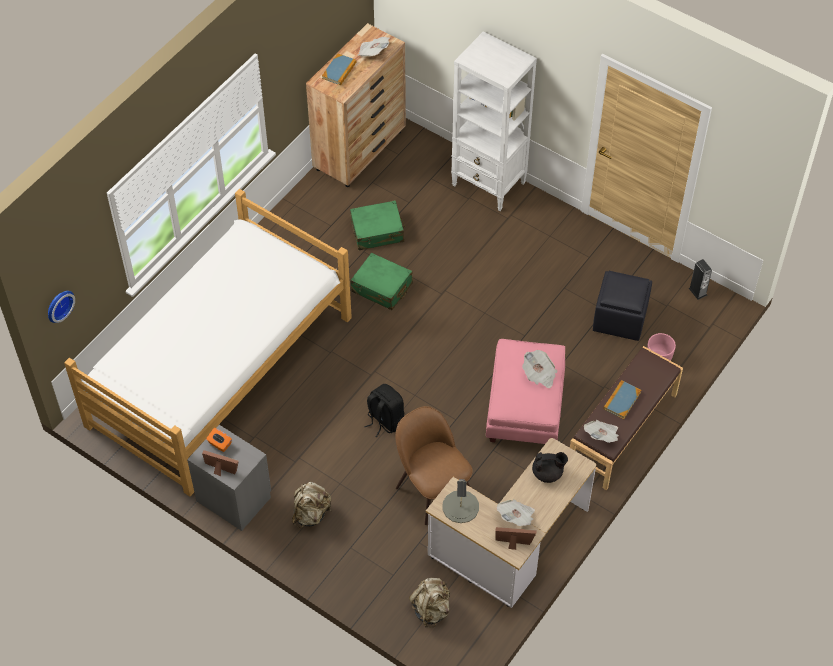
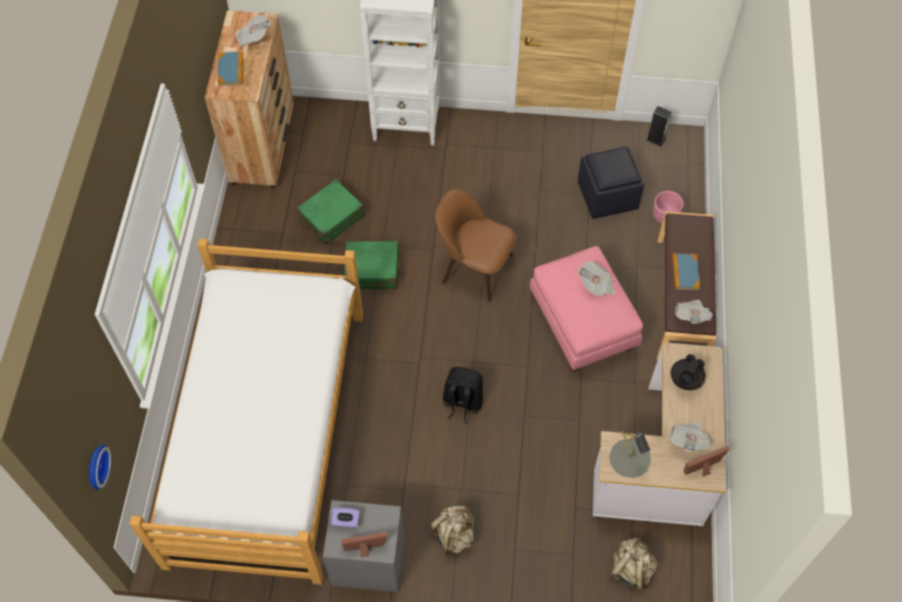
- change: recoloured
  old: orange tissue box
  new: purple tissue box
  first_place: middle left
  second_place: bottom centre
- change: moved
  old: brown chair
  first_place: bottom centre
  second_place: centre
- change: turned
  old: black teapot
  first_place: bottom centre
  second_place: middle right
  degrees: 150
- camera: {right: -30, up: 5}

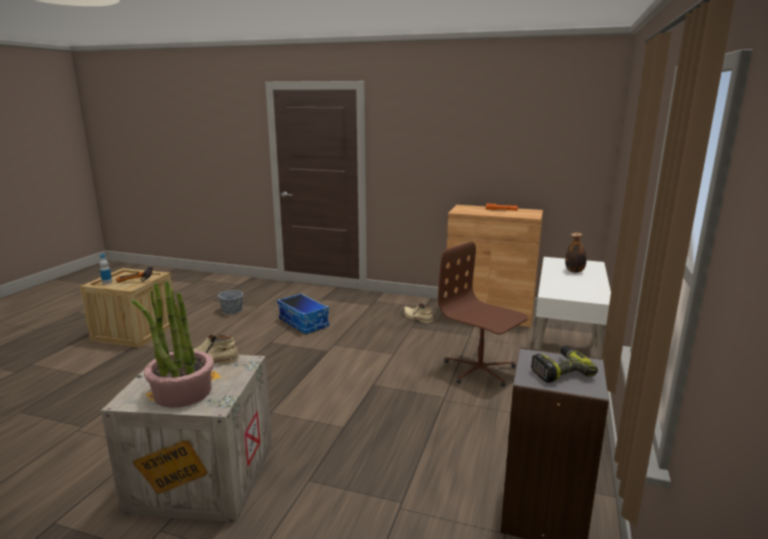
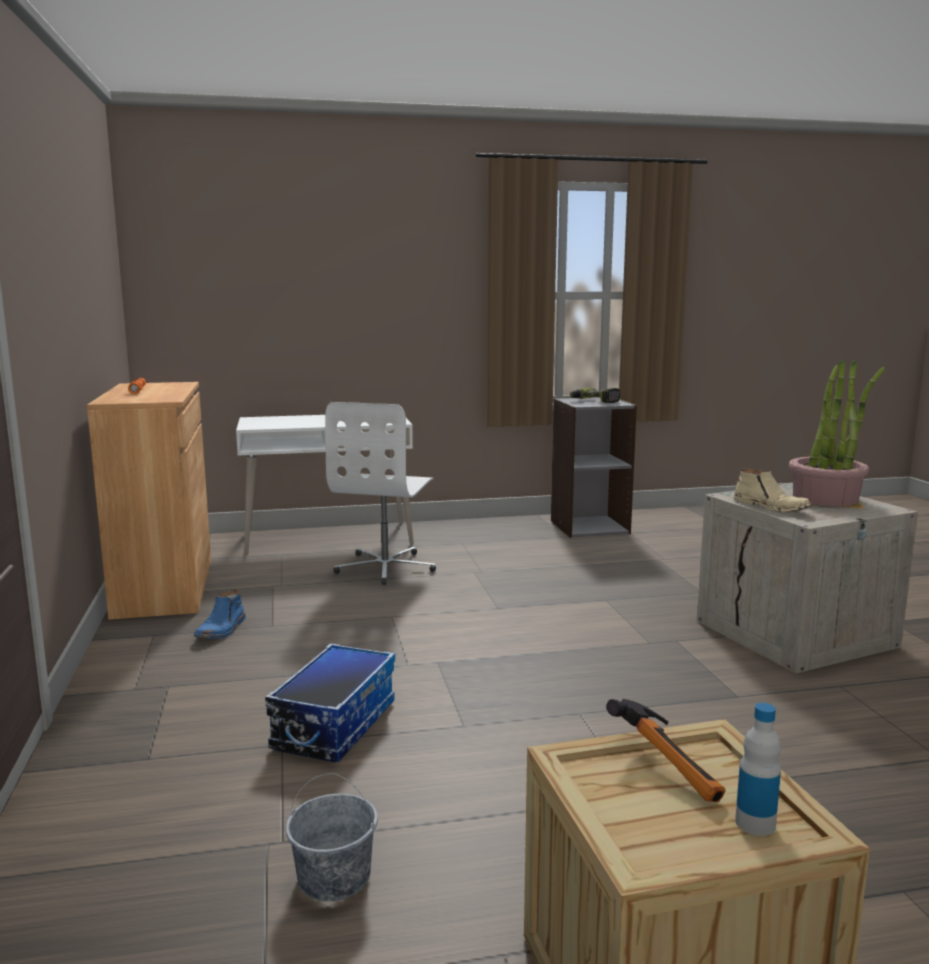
- change: recoloured
  old: beige boot (2nd from left)
  new: blue boot
  first_place: centre
  second_place: middle left
- change: recoloured
  old: brown office chair
  new: white office chair
  first_place: centre
  second_place: centre
- change: removed
  old: bottle (2nd from left)
  first_place: middle right
- camera: {right: -120, up: -5}

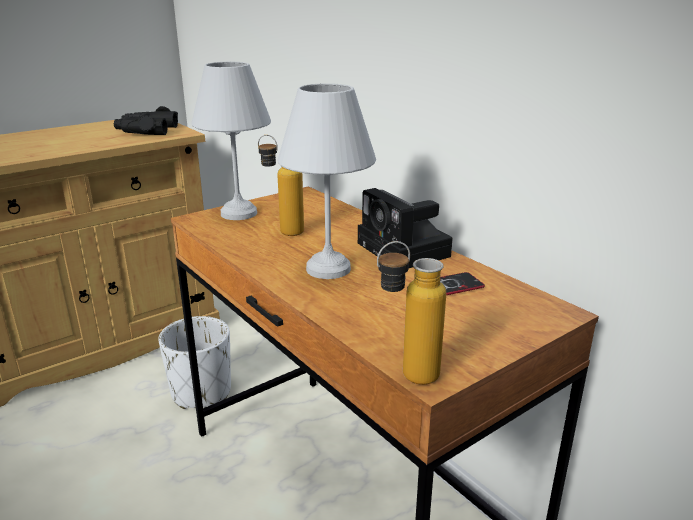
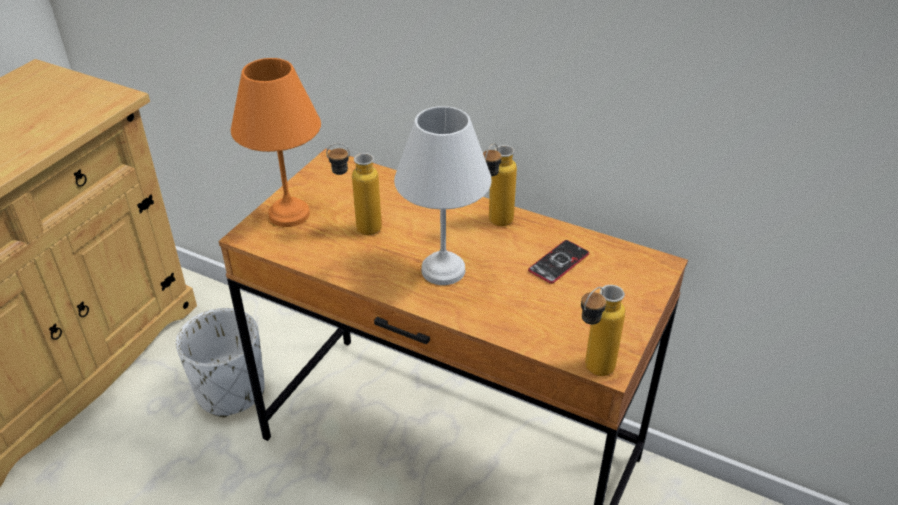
- change: removed
  old: black binoculars
  first_place: top left
- change: recoloured
  old: white table lamp (1st from left)
  new: orange table lamp
  first_place: top centre
  second_place: top left
- change: replaced
  old: photo camera
  new: bottle (2nd from left)
  first_place: centre
  second_place: centre
- camera: {right: -25, up: 15}

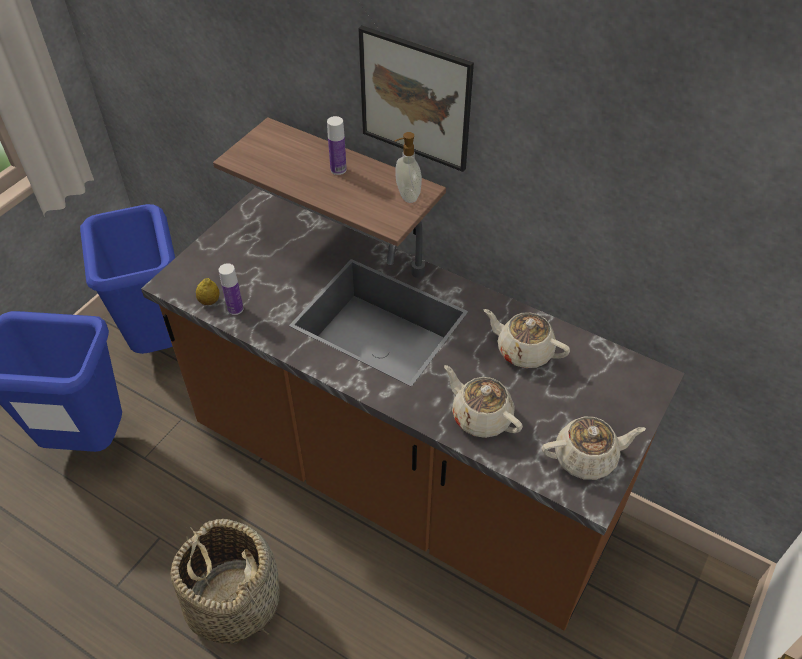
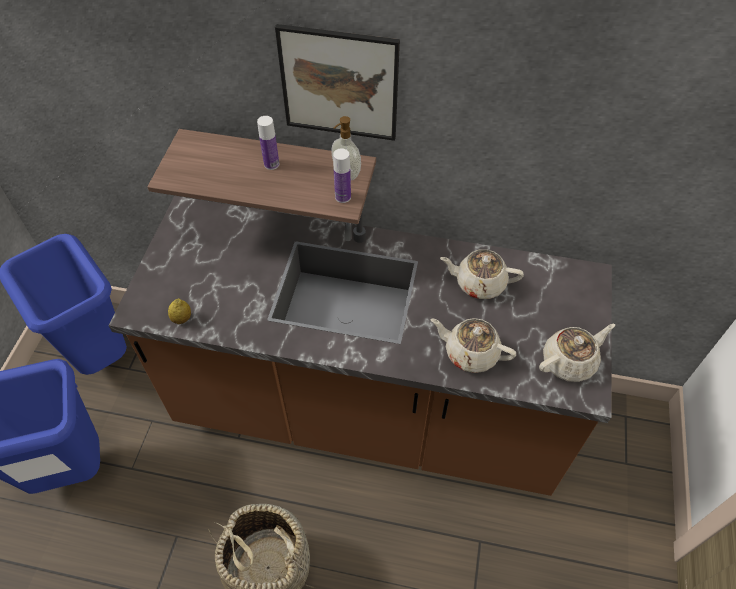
- change: moved
  old: bottle (1st from left in the first image)
  new: bottle (2nd from left)
  first_place: middle left
  second_place: top centre
- camera: {right: -20, up: 5}

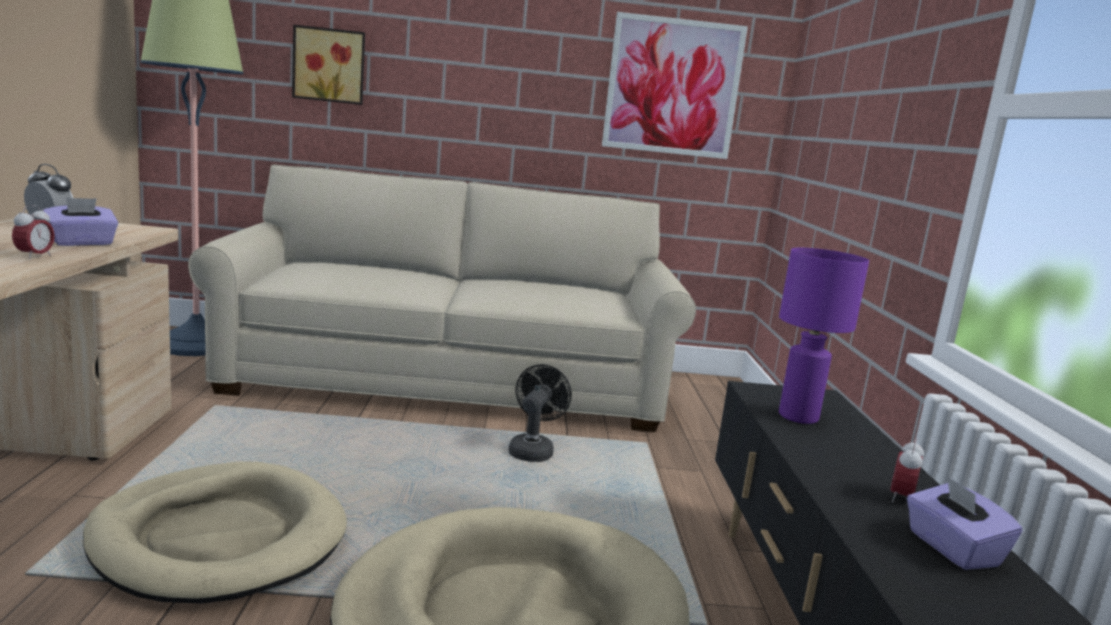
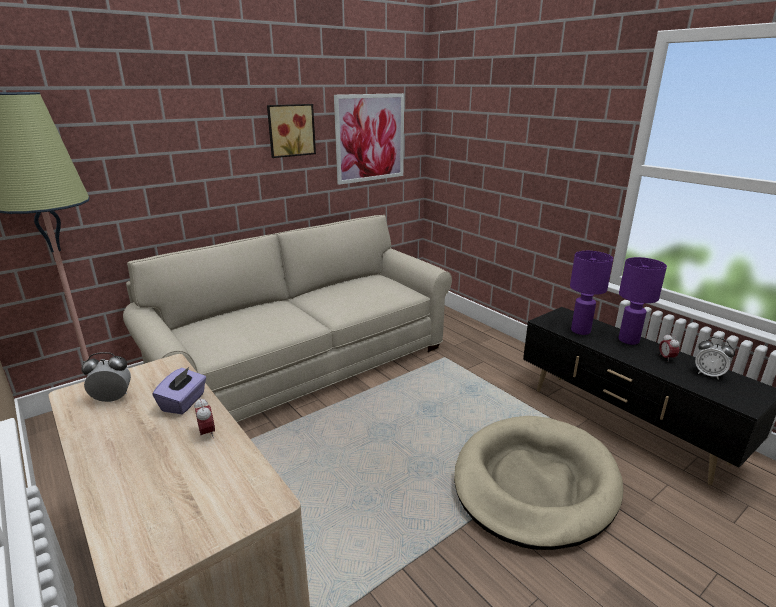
- change: removed
  old: beige dog bed (1st from left)
  first_place: bottom left
- change: moved
  old: picture (1st from left)
  first_place: top left
  second_place: top centre
- change: removed
  old: black fan
  first_place: centre
- change: replaced
  old: purple tissue box (2nd from left)
  new: alarm clock (4th from left)
  first_place: bottom right
  second_place: middle right
- change: added
  new: purple table lamp (2nd from left)
  second_place: middle right
- camera: {right: -35, up: 10}

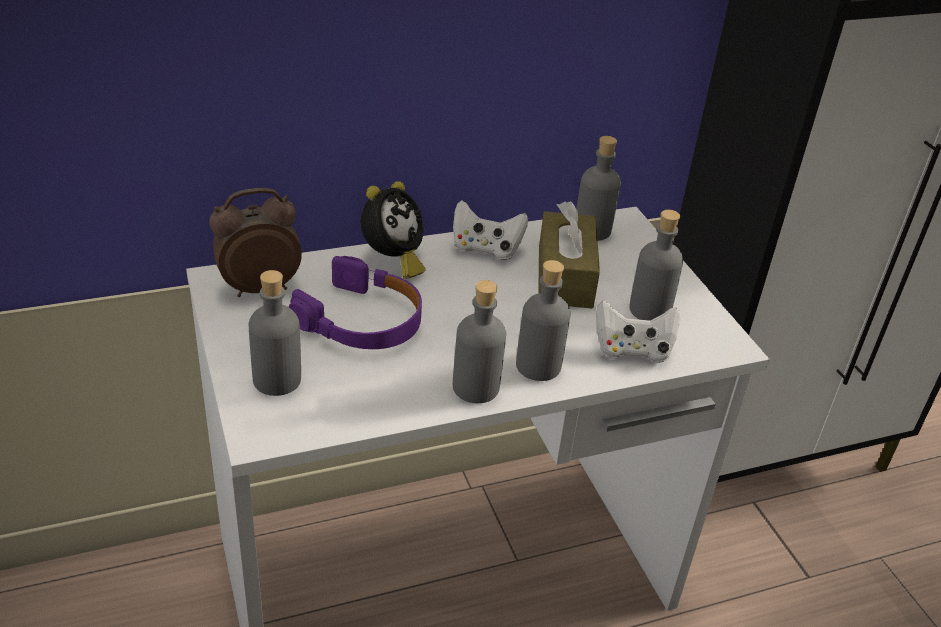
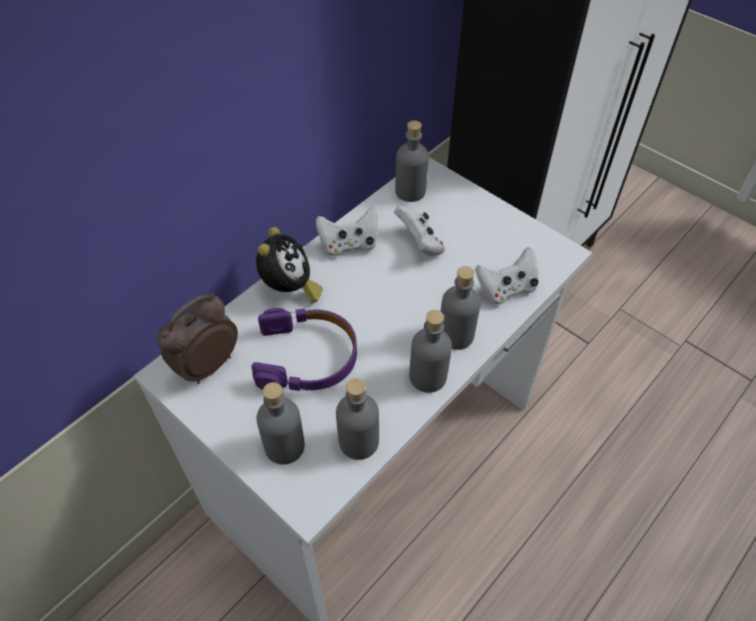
- change: replaced
  old: brown tissue box
  new: white game controller (2nd from left)
  first_place: centre
  second_place: centre
- change: moved
  old: grey bottle (5th from left in the first image)
  new: grey bottle (2nd from left)
  first_place: middle right
  second_place: bottom centre
- camera: {right: -25, up: 15}

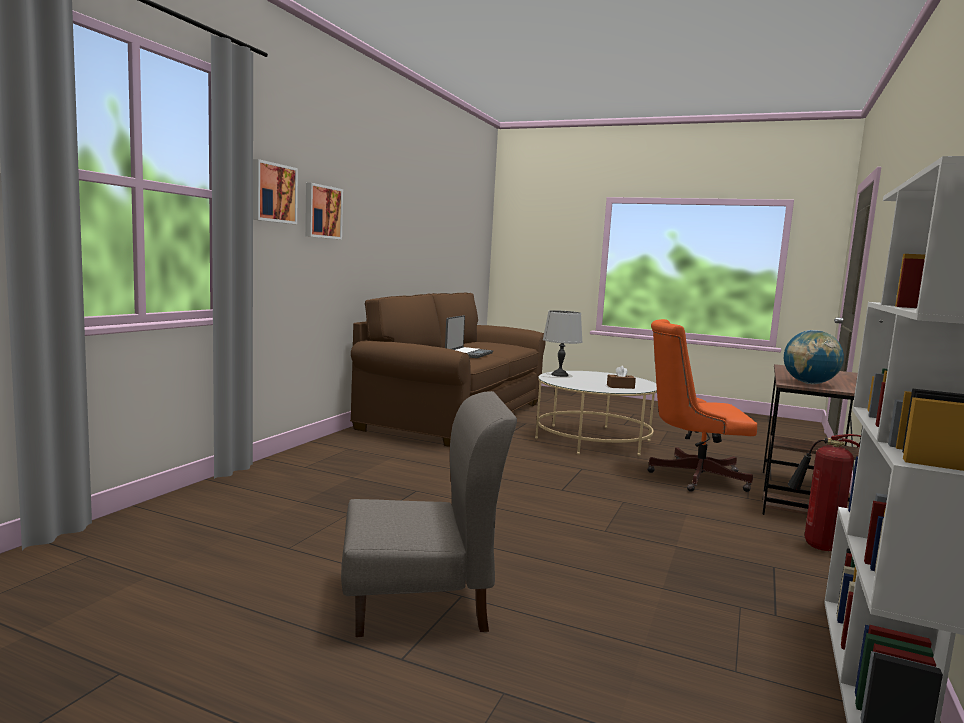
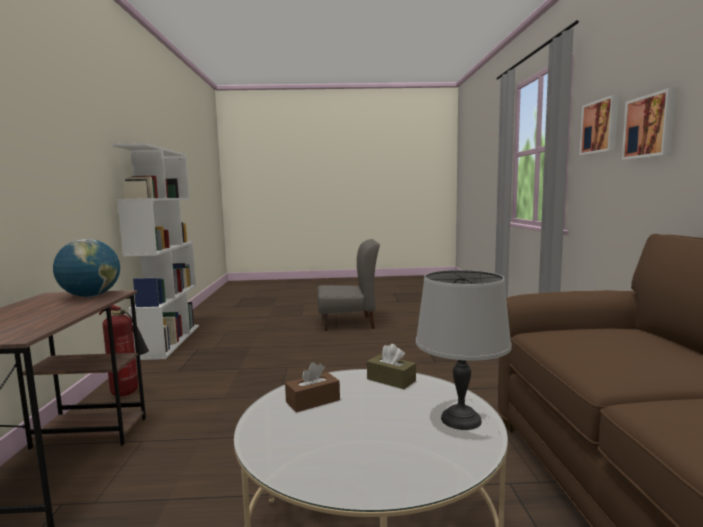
- change: turned
  old: grey chair
  first_place: bottom centre
  second_place: centre
  degrees: -150
- change: removed
  old: laptop
  first_place: centre
- change: removed
  old: orange office chair
  first_place: middle right
- change: added
  new: brown tissue box (2nd from left)
  second_place: bottom centre
- camera: {right: 155, up: 0}

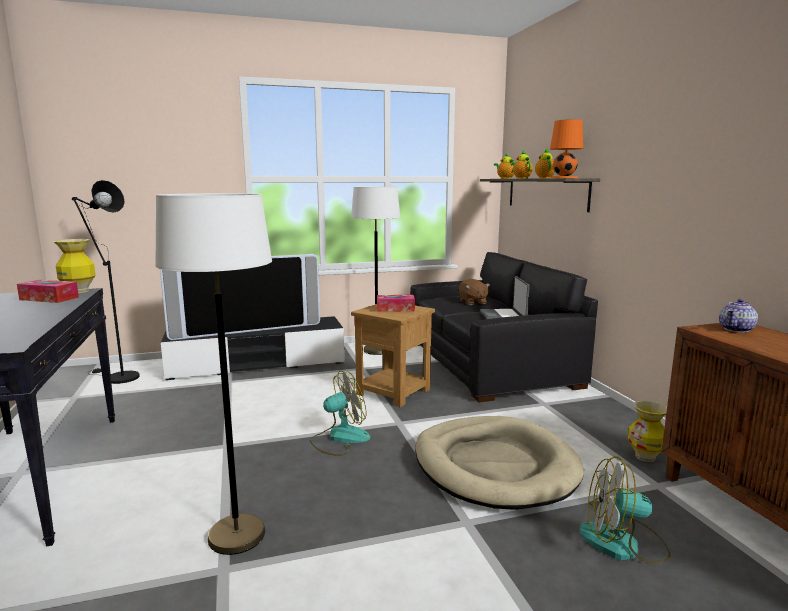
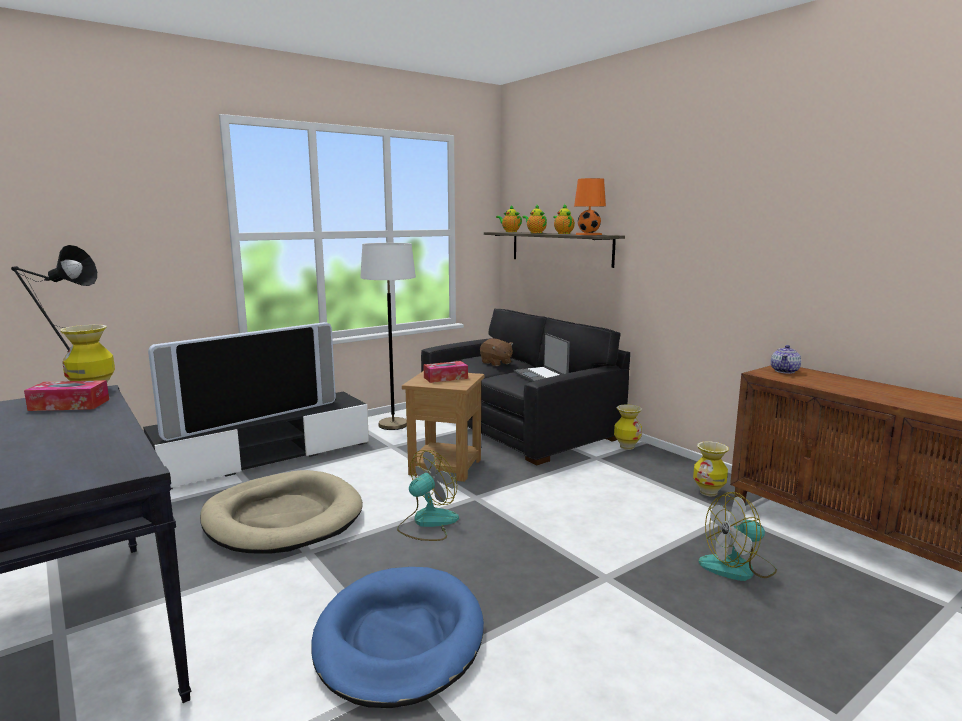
- change: replaced
  old: white floor lamp (1st from left)
  new: blue dog bed
  first_place: middle left
  second_place: bottom centre
- change: moved
  old: beige dog bed
  first_place: bottom centre
  second_place: bottom left
- change: added
  new: vase (2nd from left)
  second_place: centre
- camera: {right: -20, up: 0}

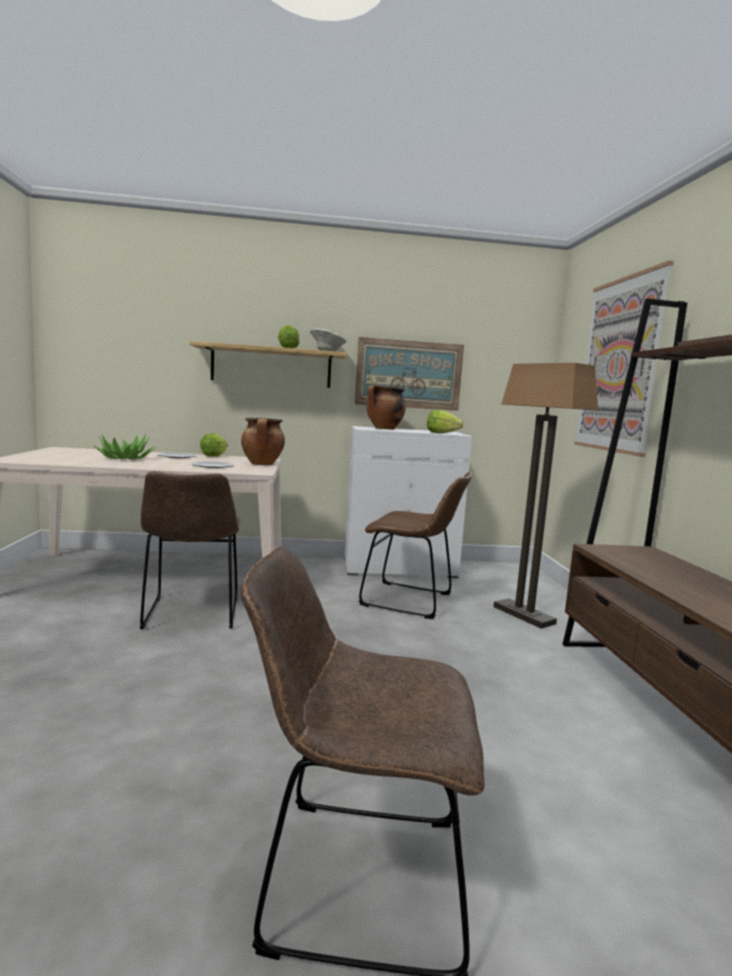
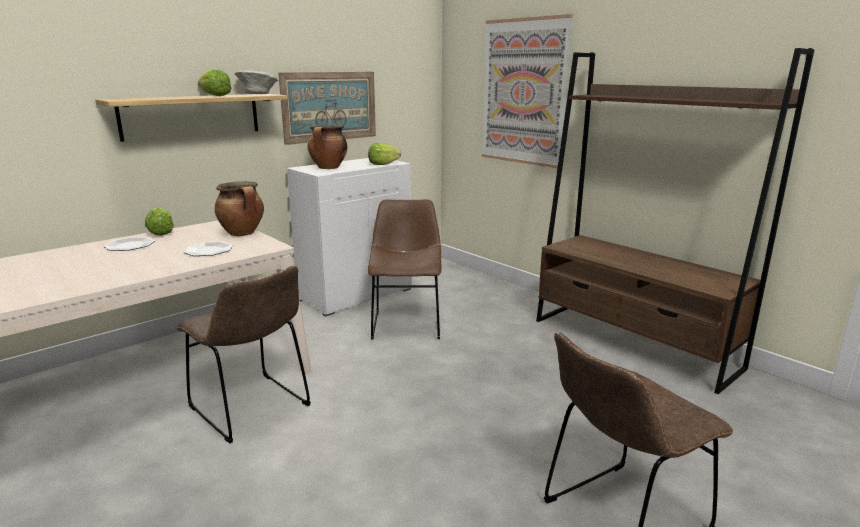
- change: removed
  old: potted plant
  first_place: middle left
- change: turned
  old: brown chair (3rd from left in the first image)
  first_place: centre
  second_place: centre
  degrees: -75
- change: removed
  old: floor lamp
  first_place: middle right
- camera: {right: -35, up: 10}

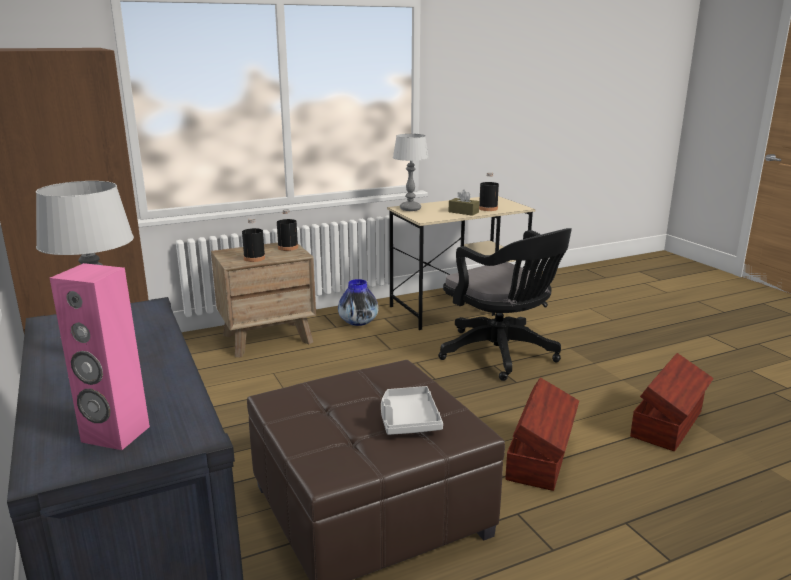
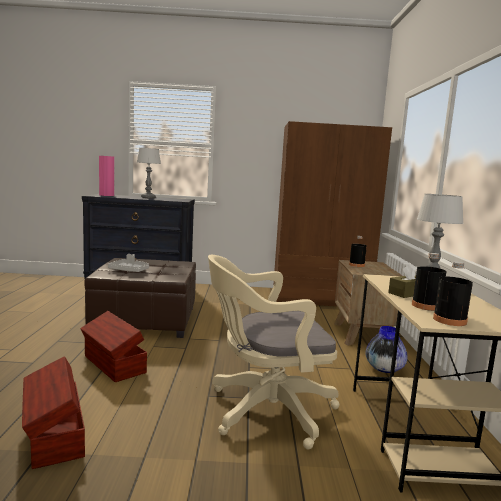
- change: moved
  old: black bottle (2nd from left in the first image)
  new: black bottle (3rd from left)
  first_place: centre
  second_place: middle right
- change: recoloured
  old: black office chair
  new: beige office chair
  first_place: centre
  second_place: bottom centre
- camera: {right: 115, up: -10}

